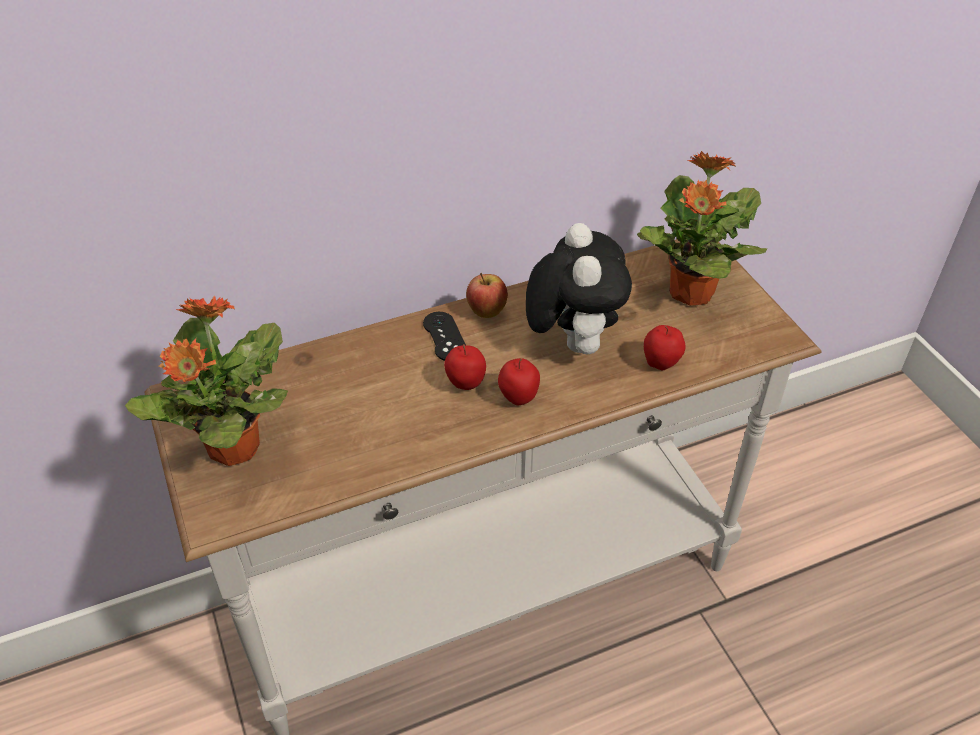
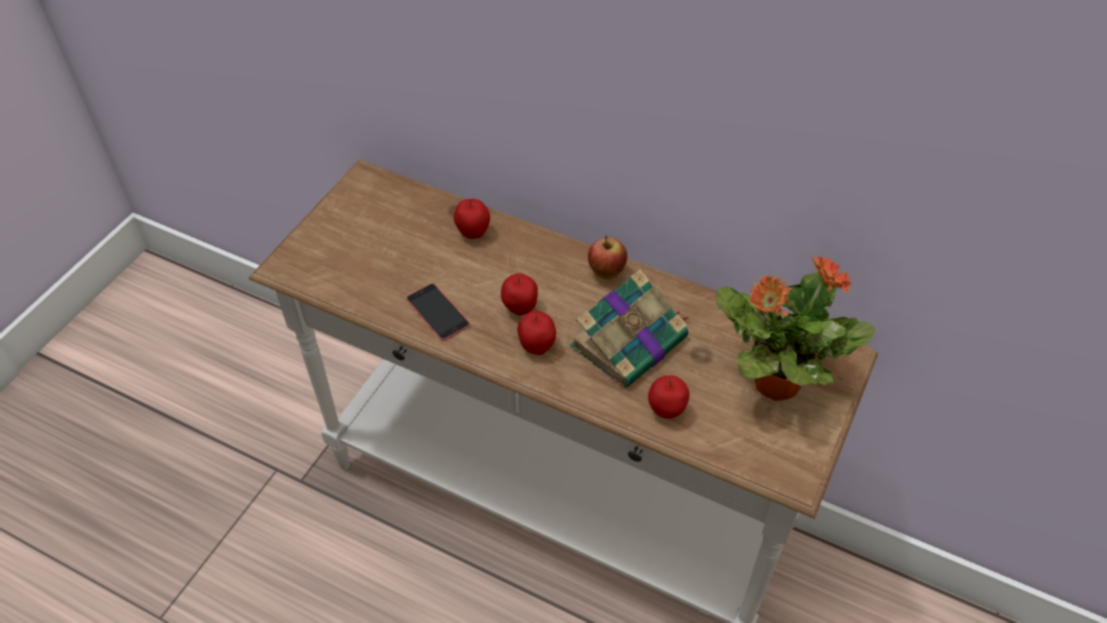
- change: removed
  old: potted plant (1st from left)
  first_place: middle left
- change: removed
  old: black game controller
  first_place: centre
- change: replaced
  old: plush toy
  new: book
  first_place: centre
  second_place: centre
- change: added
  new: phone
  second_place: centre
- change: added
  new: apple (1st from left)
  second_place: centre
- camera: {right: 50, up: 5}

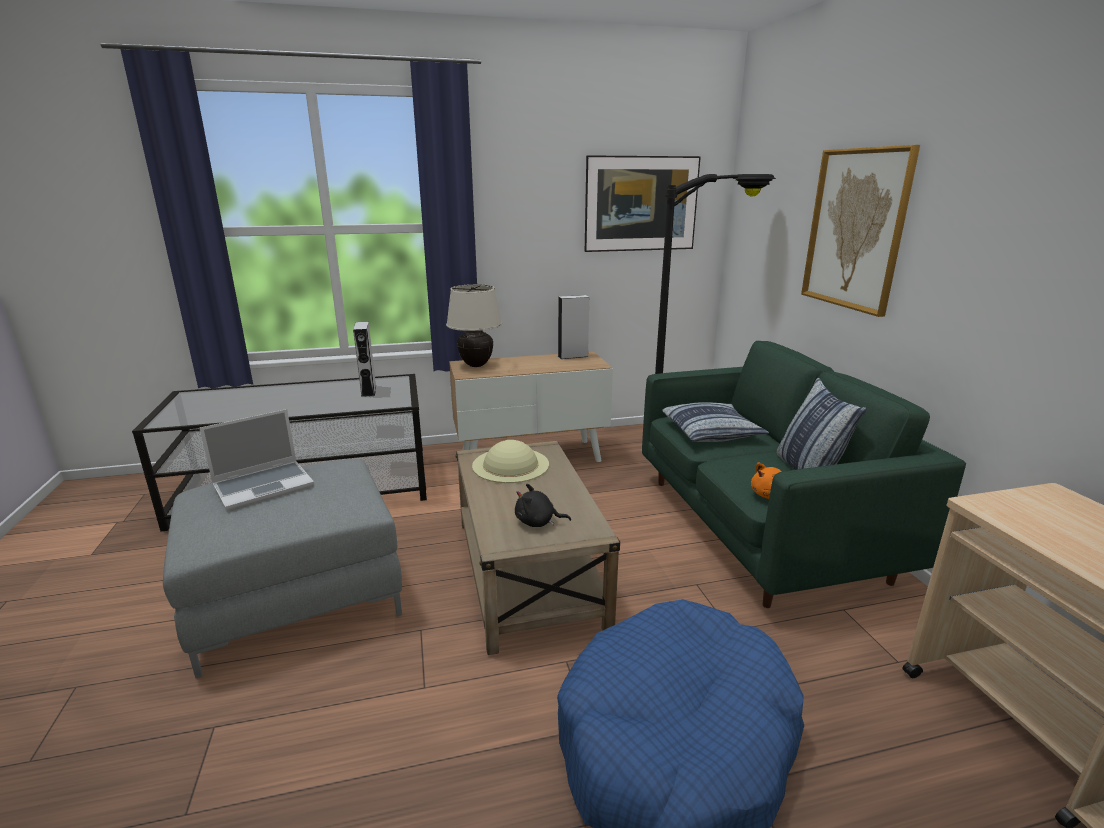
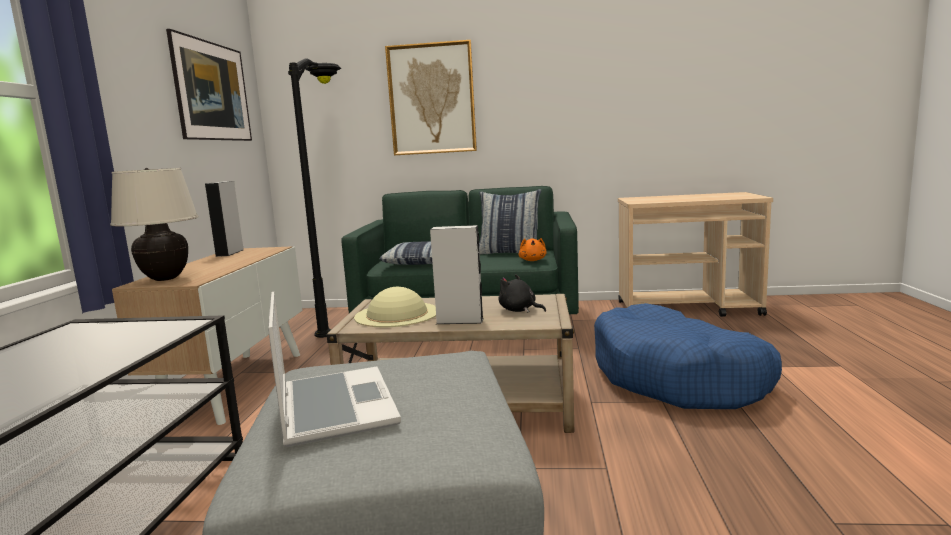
- change: moved
  old: grey speaker (1st from left in the first image)
  new: grey speaker (2nd from left)
  first_place: middle left
  second_place: centre
- change: turned
  old: black plush toy
  first_place: centre
  second_place: centre
  degrees: 105
- camera: {right: -70, up: -10}

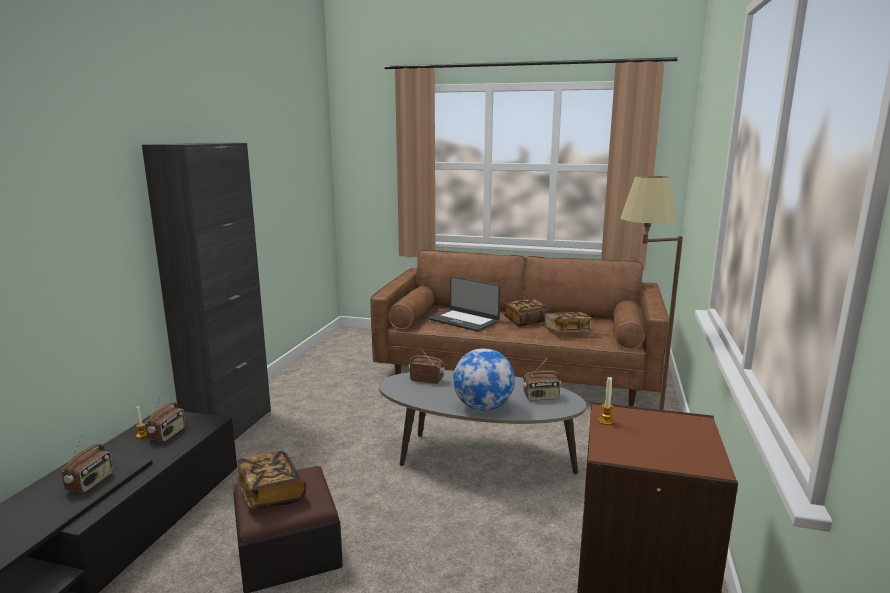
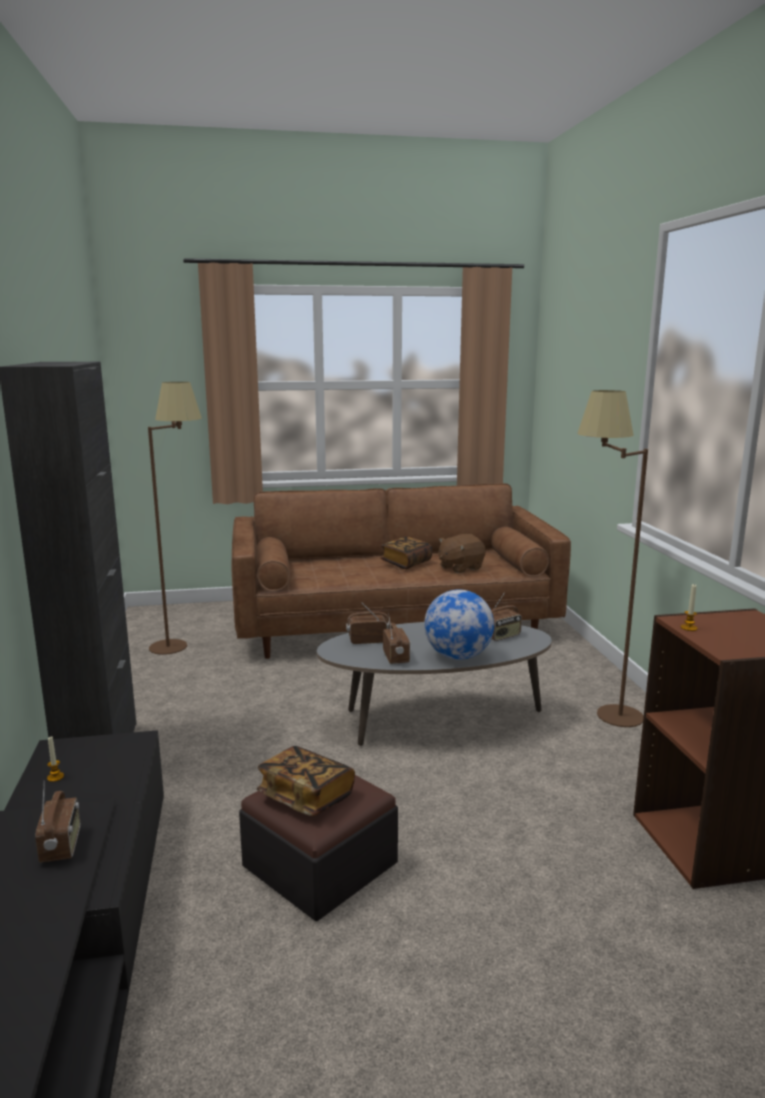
- change: moved
  old: radio (2nd from left in the first image)
  new: radio (3rd from left)
  first_place: bottom left
  second_place: centre
- change: removed
  old: laptop
  first_place: centre
- change: replaced
  old: book (3rd from left)
  new: brown plush toy
  first_place: centre
  second_place: centre
- change: added
  new: brown floor lamp (1st from left)
  second_place: middle left
- camera: {right: -25, up: 0}

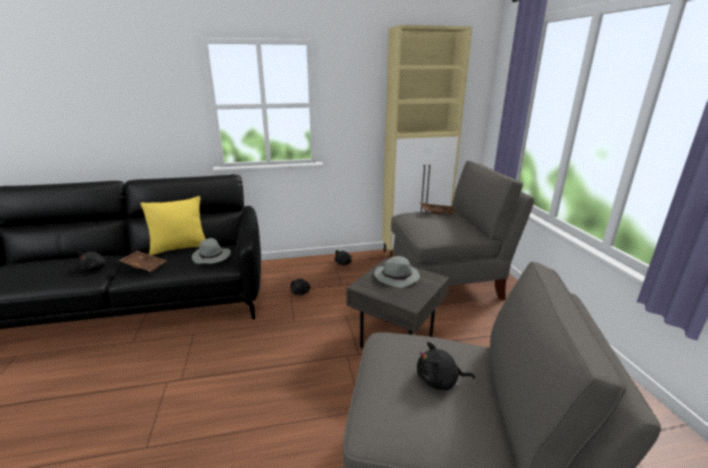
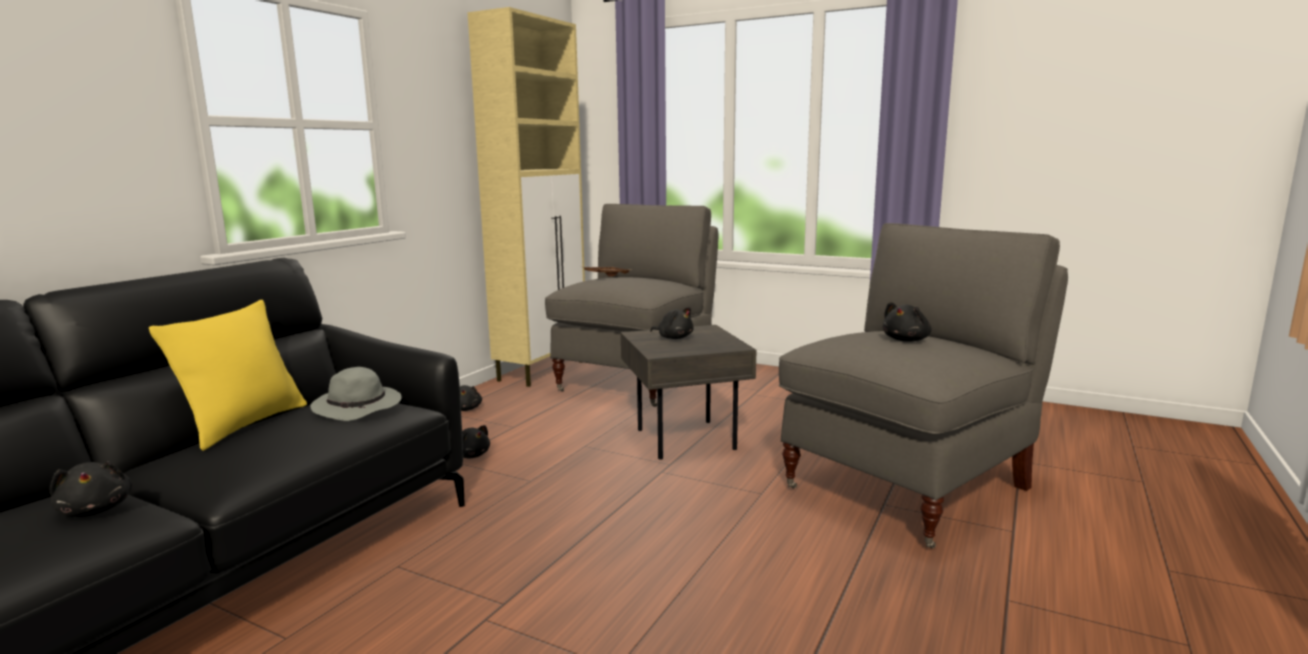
- change: removed
  old: brown tray (1st from left)
  first_place: middle left
- change: replaced
  old: grey hat (2nd from left)
  new: black plush toy (4th from left)
  first_place: centre
  second_place: centre
- camera: {right: -50, up: -10}

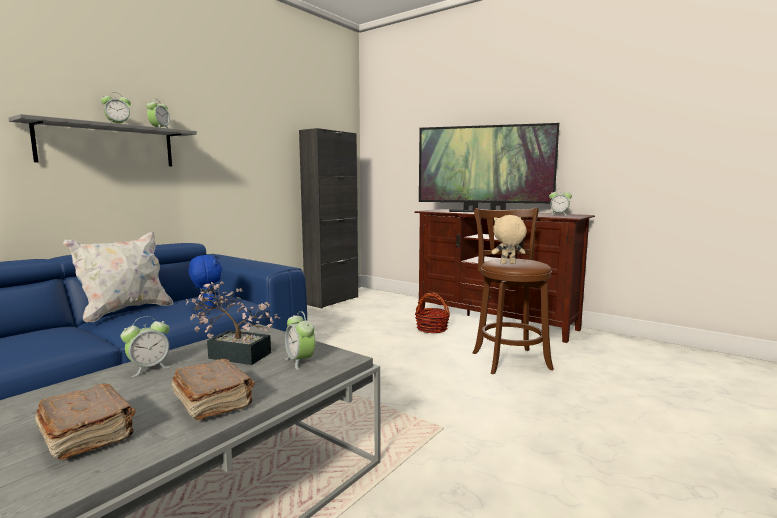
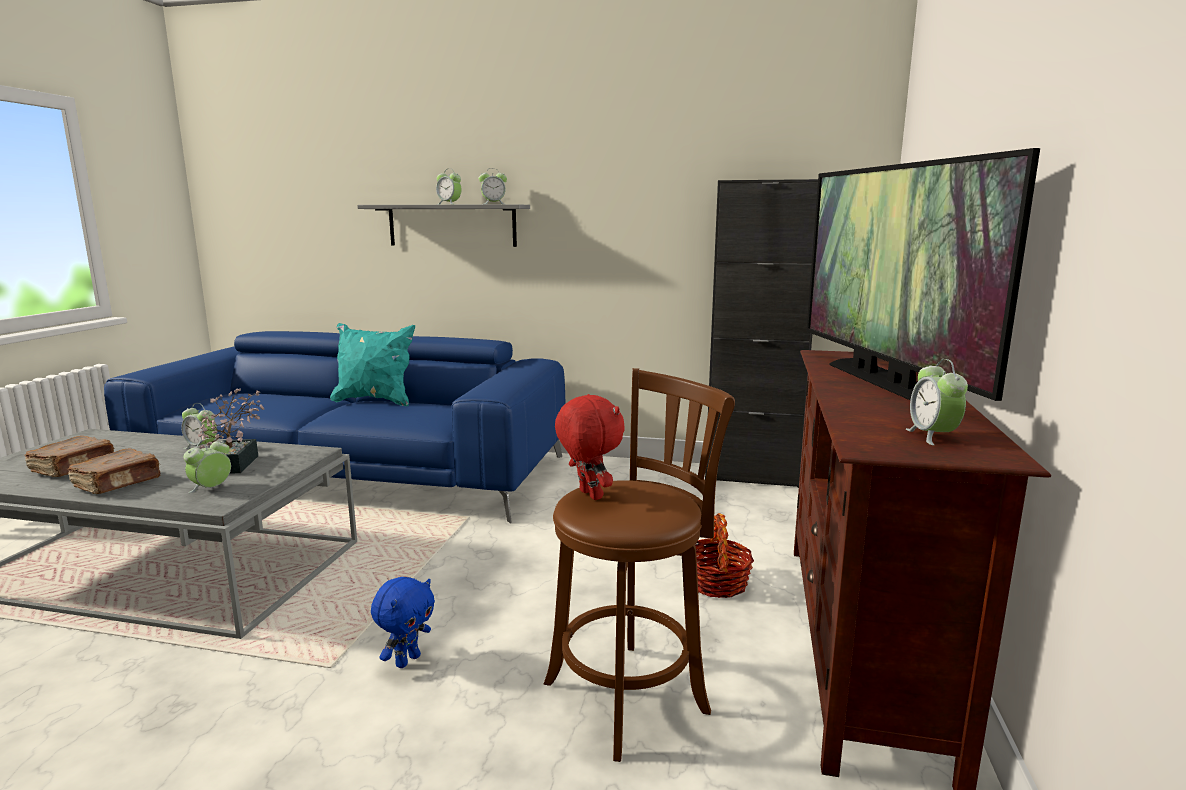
- change: recoloured
  old: white pillow
  new: turquoise pillow
  first_place: middle left
  second_place: middle left
- change: moved
  old: blue plush toy
  first_place: middle left
  second_place: bottom centre
- change: recoloured
  old: beige plush toy
  new: red plush toy
  first_place: centre
  second_place: centre
- camera: {right: 65, up: 5}

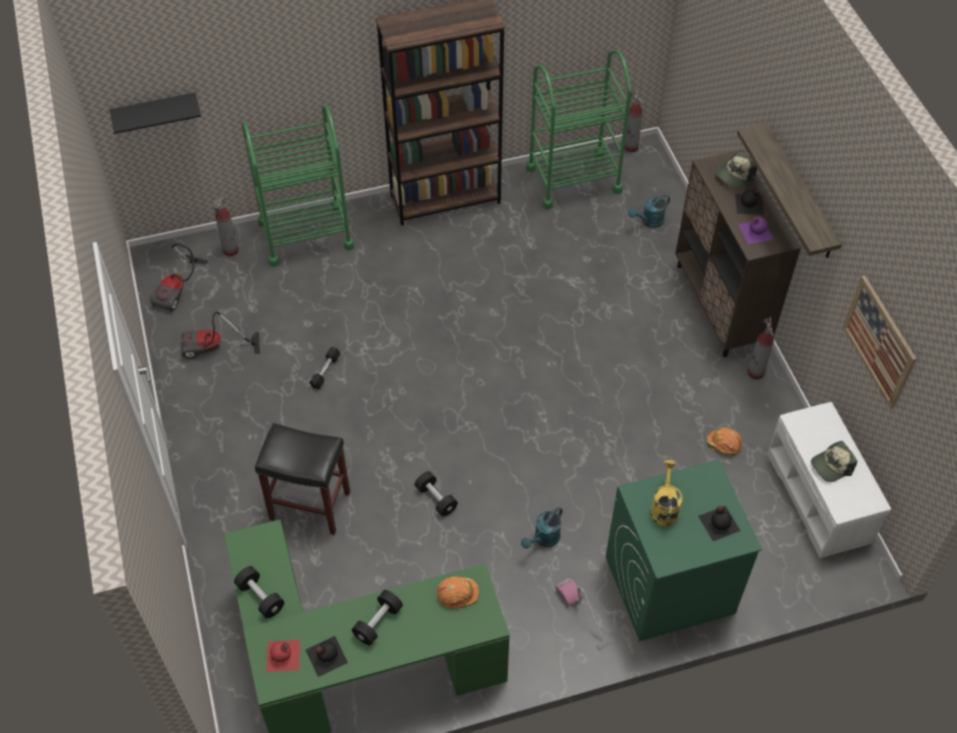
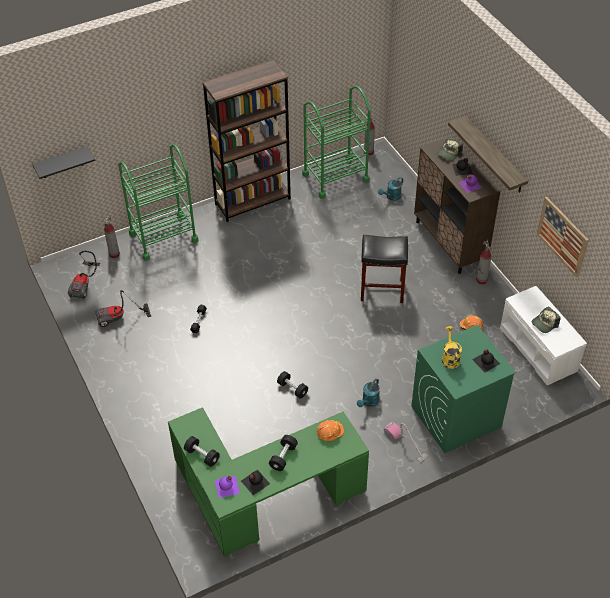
- change: moved
  old: black stool
  first_place: middle left
  second_place: centre
- change: recoloured
  old: red bottle
  new: purple bottle (1st from left)
  first_place: bottom left
  second_place: bottom centre
- camera: {right: -10, up: -5}

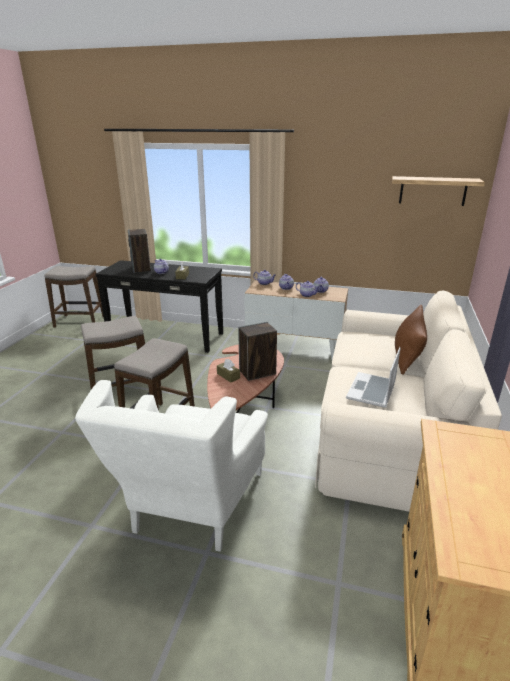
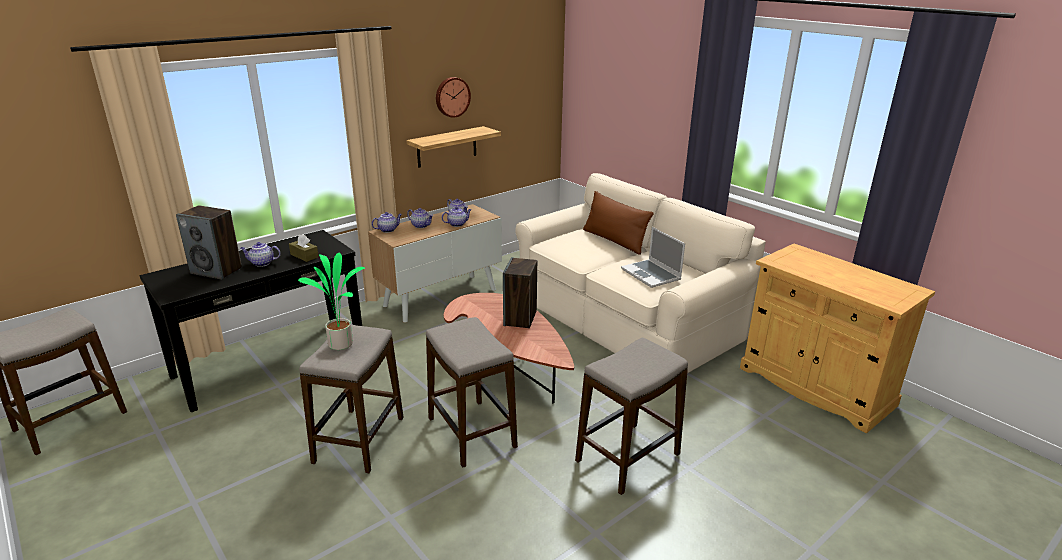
- change: replaced
  old: white armchair
  new: stool (4th from left)
  first_place: bottom centre
  second_place: bottom centre
- change: removed
  old: brown tissue box (2nd from left)
  first_place: centre
- change: moved
  old: shelf
  first_place: top right
  second_place: top centre
- change: added
  new: potted plant
  second_place: middle left
- change: added
  new: wall clock
  second_place: top centre
- camera: {right: -55, up: 0}

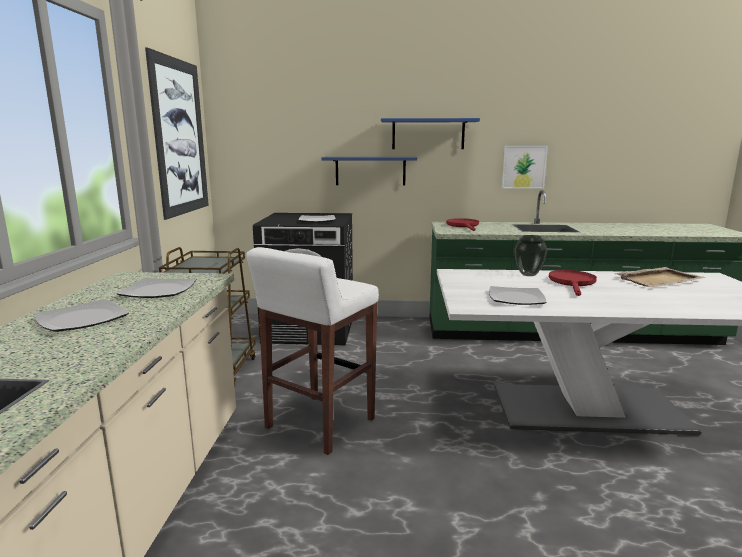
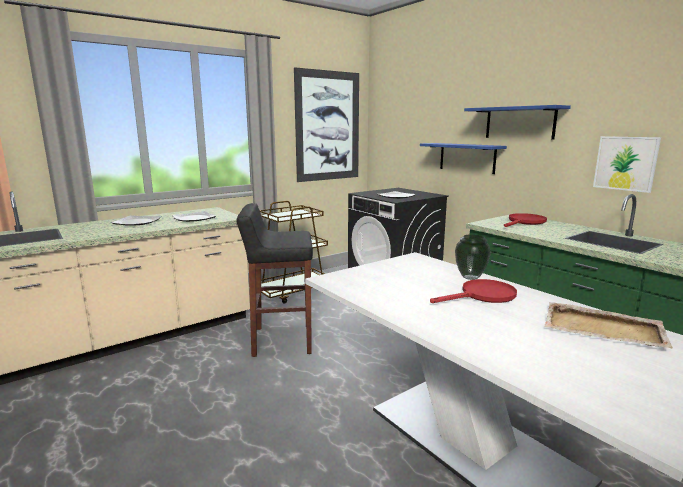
- change: recoloured
  old: white stool
  new: black stool
  first_place: centre
  second_place: centre
- change: removed
  old: plate (4th from left)
  first_place: middle right
- camera: {right: 50, up: 0}

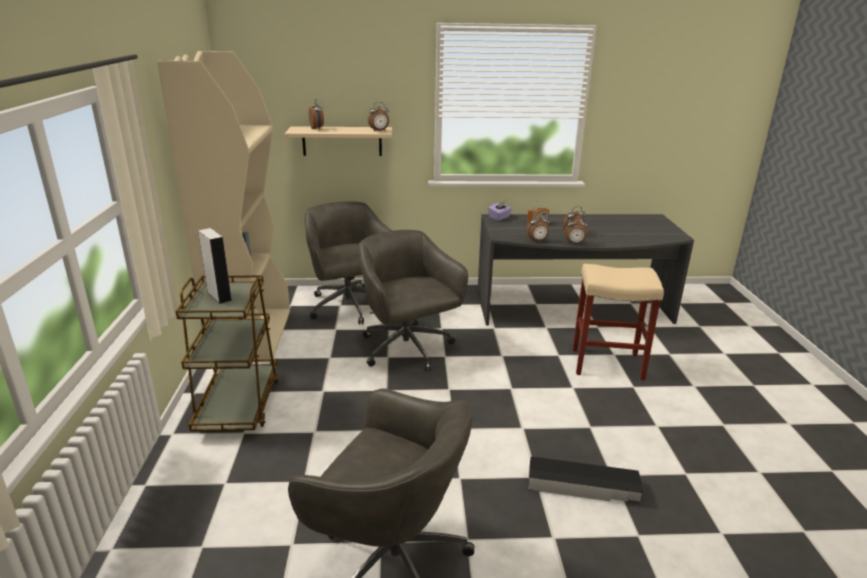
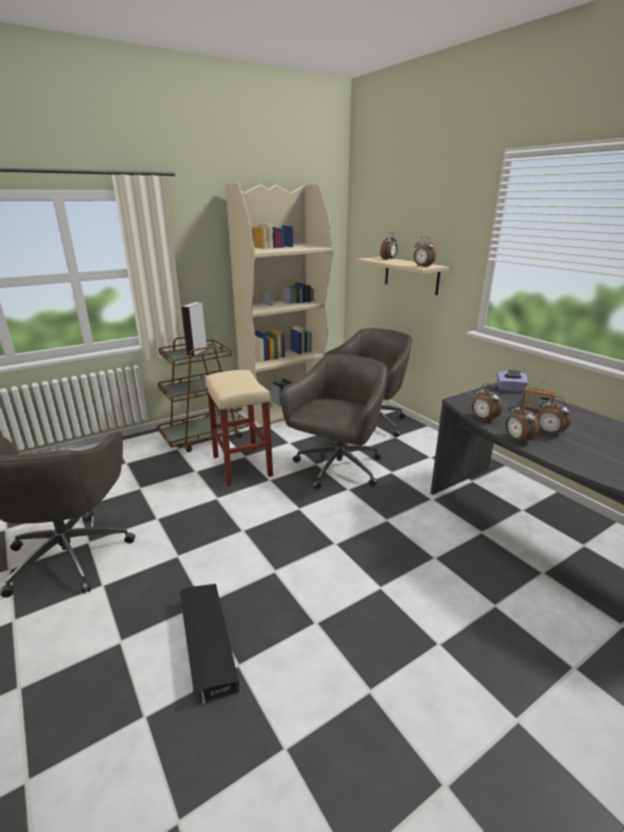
- change: moved
  old: beige stool
  first_place: middle right
  second_place: centre
- camera: {right: 60, up: 0}

